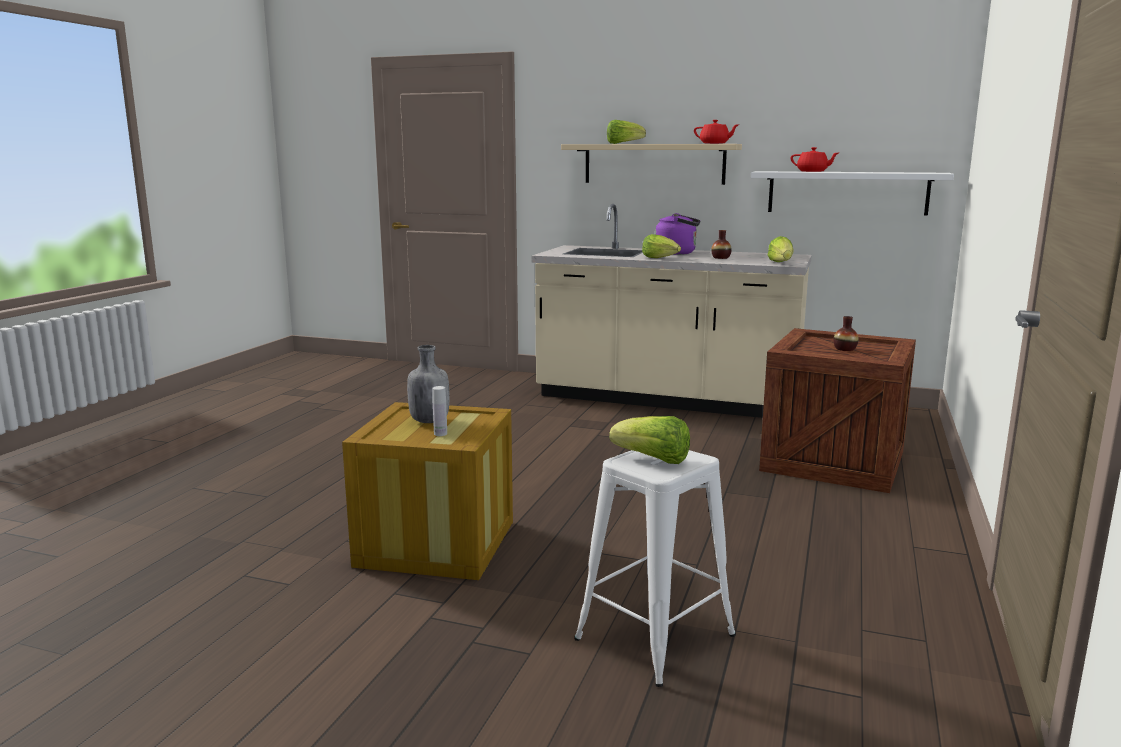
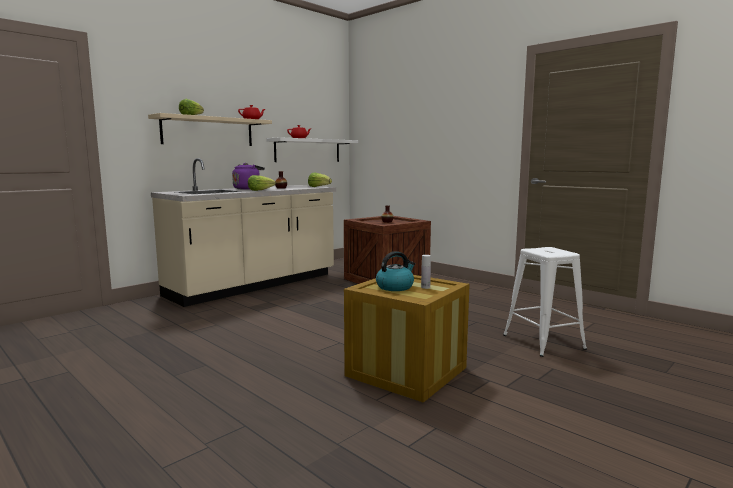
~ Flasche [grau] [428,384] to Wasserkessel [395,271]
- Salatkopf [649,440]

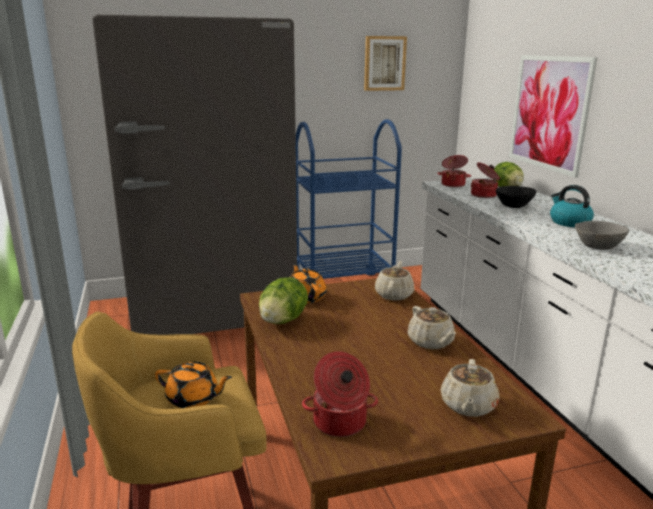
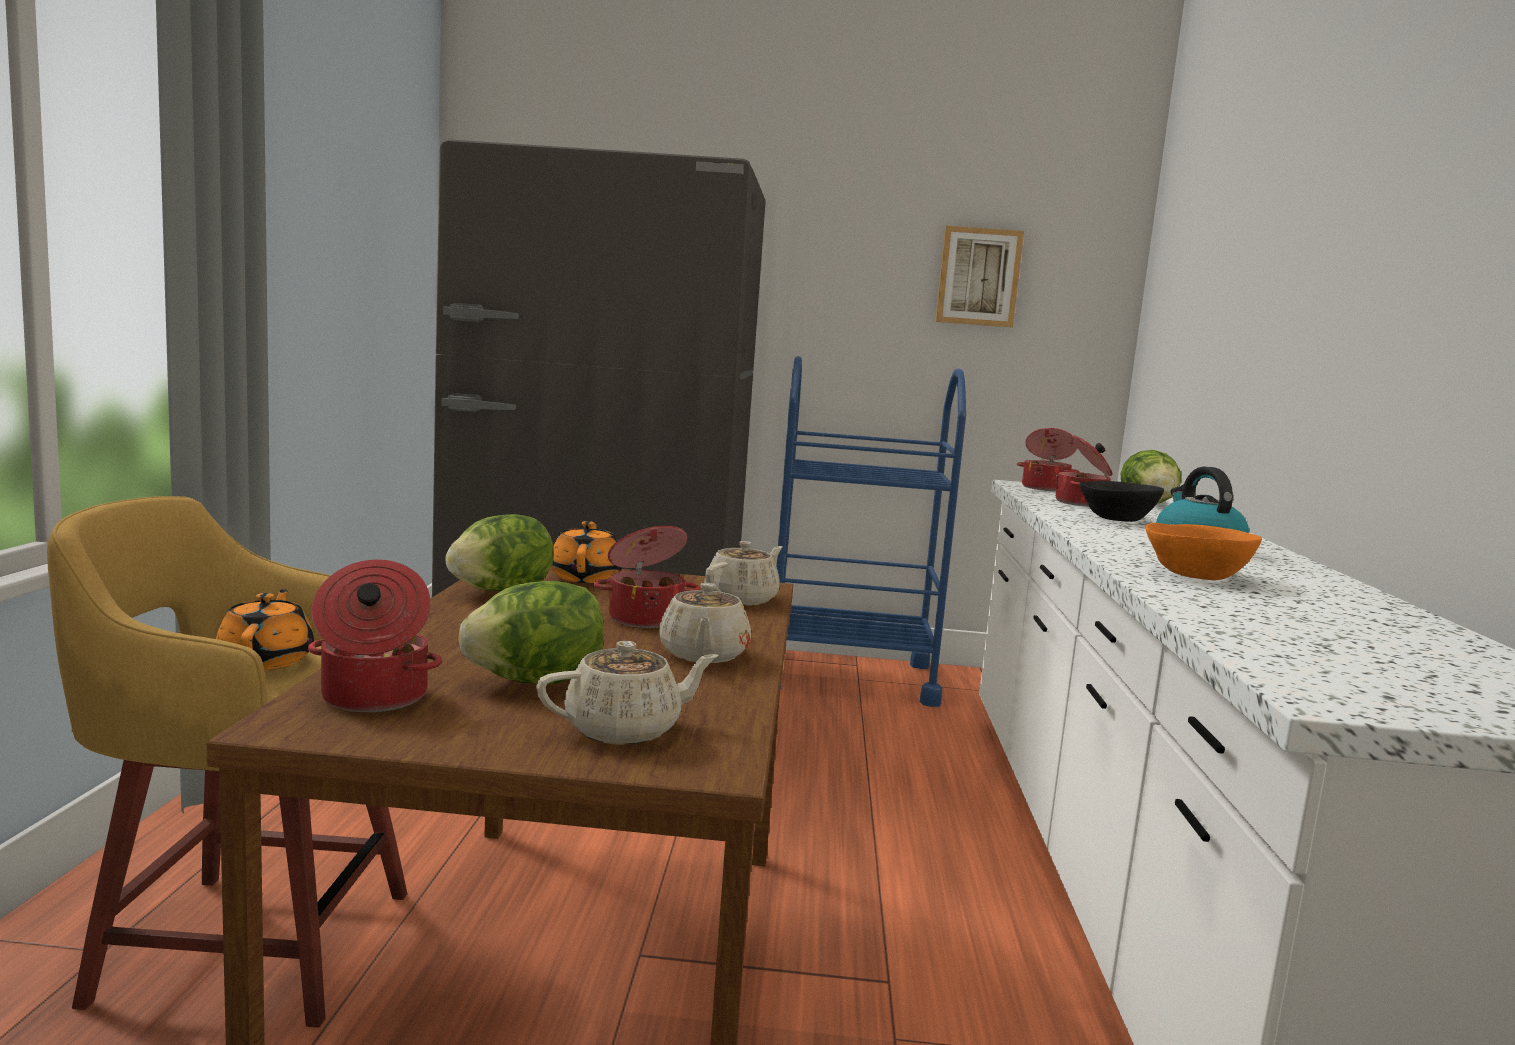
~ Teekanne [orange] [193,385] = [265,629] 135 degrees counterclockwise
~ Teekanne [beige] [470,388] = [627,693] 150 degrees counterclockwise
- Bild [553,116]
~ Schüssel [grau] [602,235] to Schüssel [orange] [1204,551]
+ Salatkopf [531,633]
+ Kochtopf [647,577]

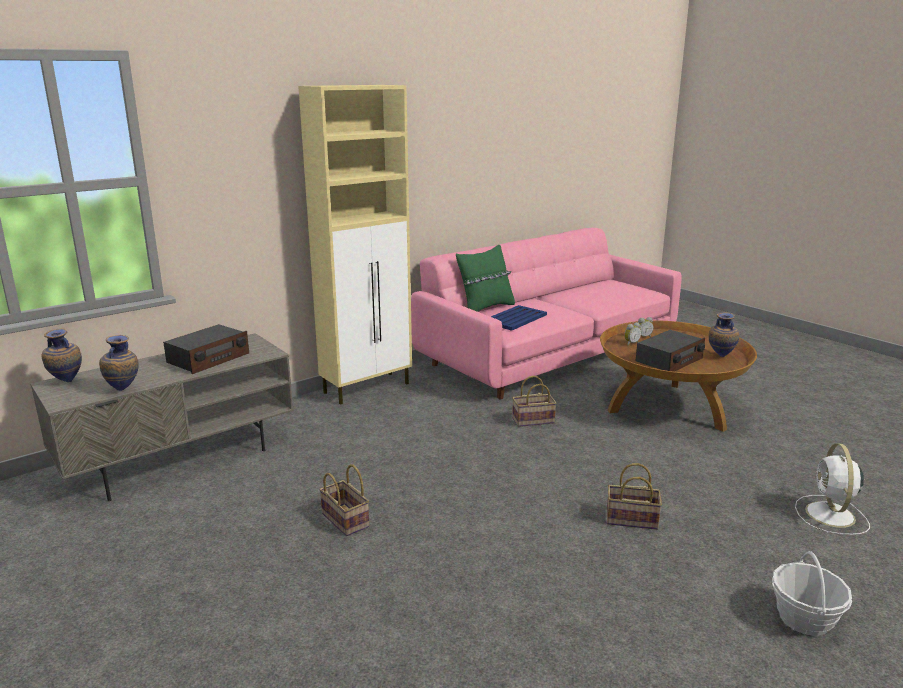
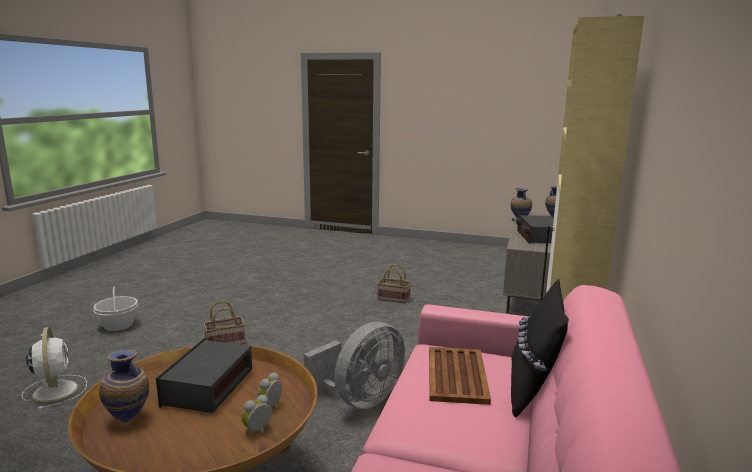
~ Kissen [grün] [485,278] to Kissen [schwarz] [540,348]
~ Tablett [blau] [519,318] to Tablett [braun] [460,376]
~ Korb [534,401] to Ventilator [grau] [354,365]

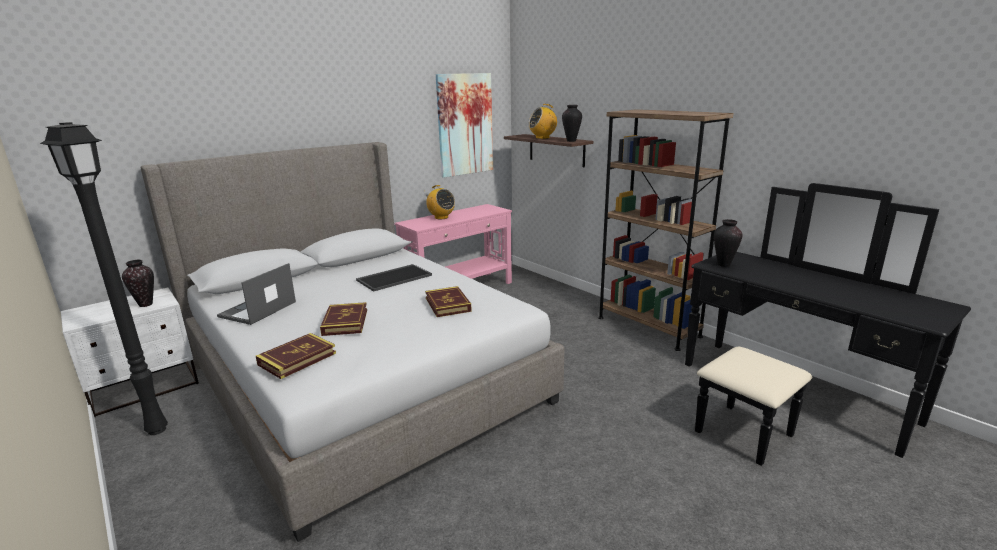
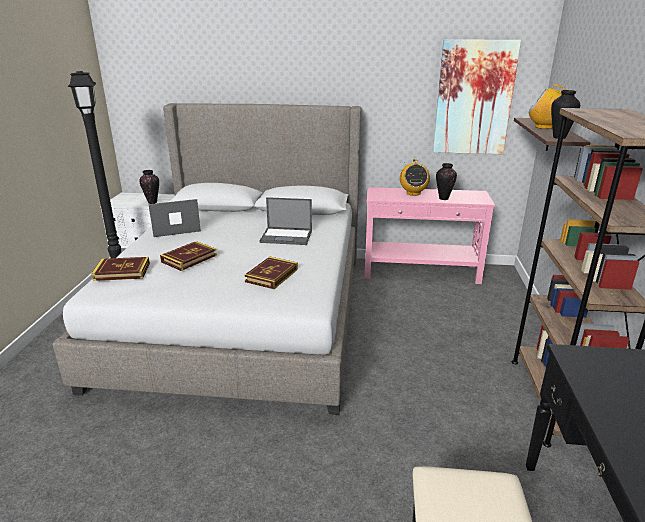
~ Tablett [394,278] to Laptop [286,221]
~ Vase [728,243] to [446,181]

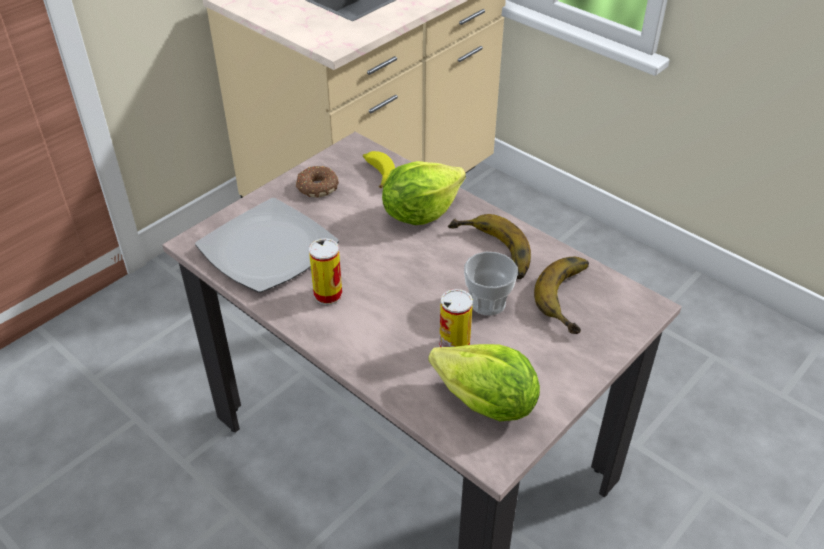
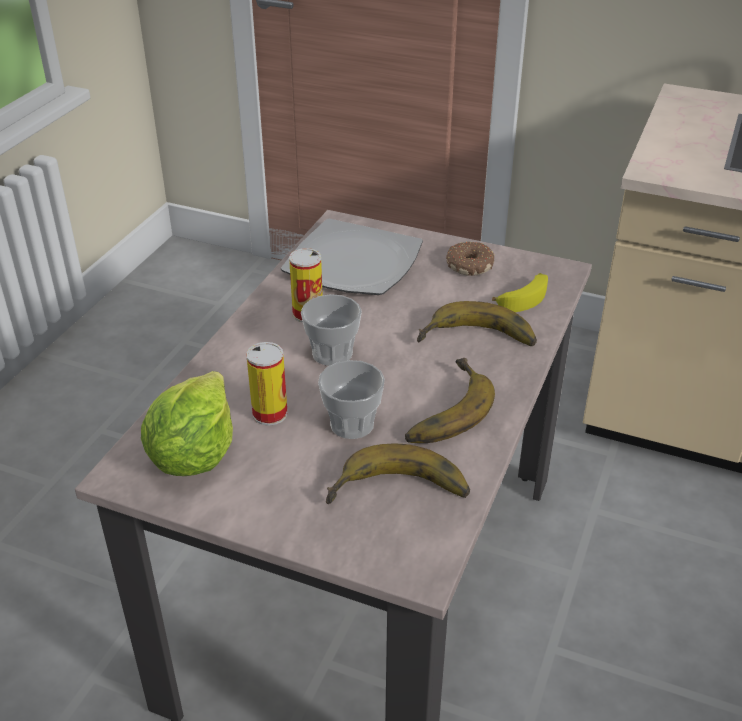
~ Salatkopf [424,193] to Banane [477,323]
+ Tasse [331,330]

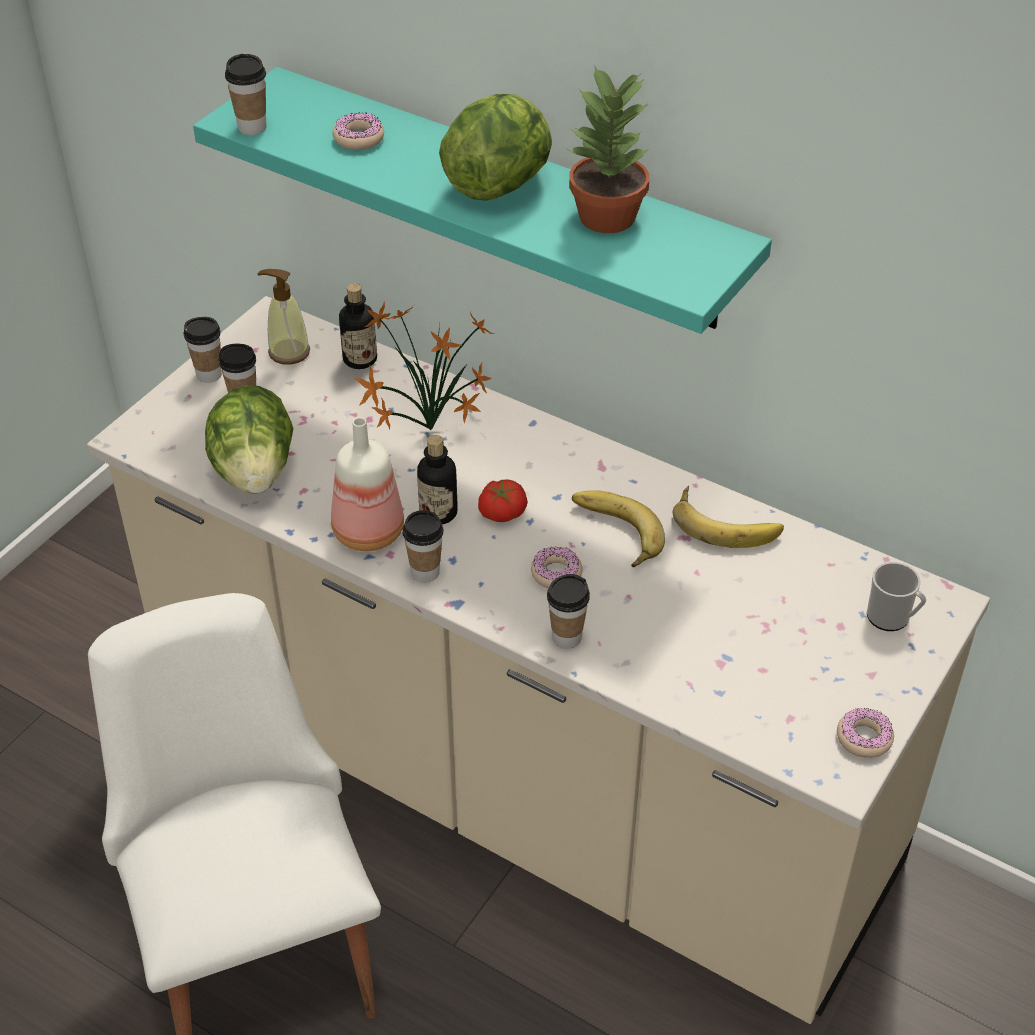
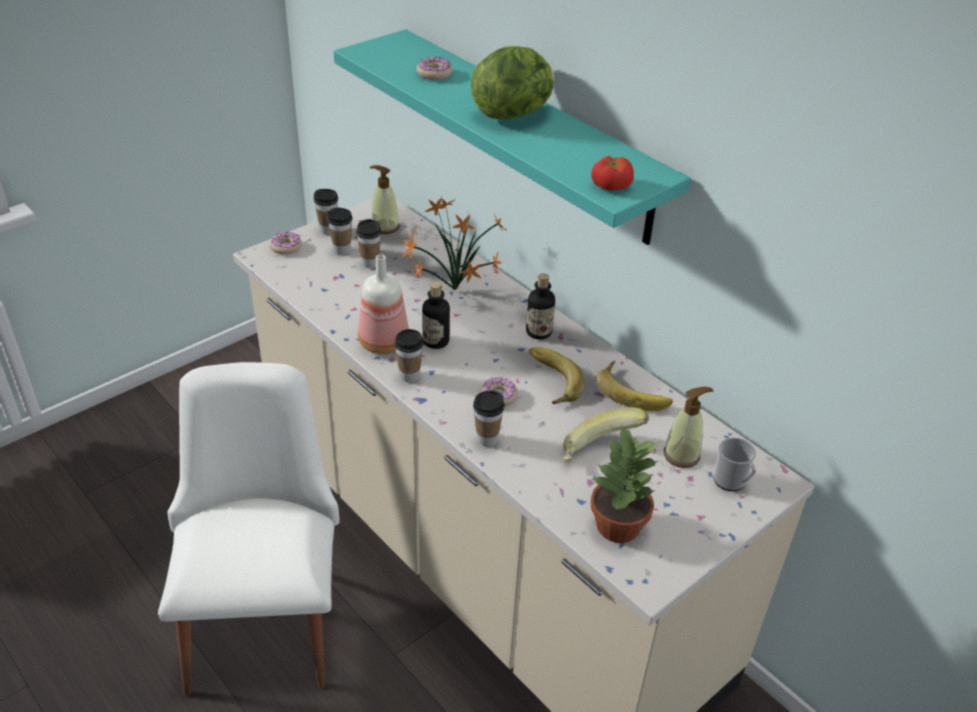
- Salatkopf [249,439]
~ Tasse [245,94] to [369,243]
~ Flasche [358,326] to [540,306]
~ Tomate [503,501] to [612,173]
~ Topfpflanze [607,149] to [625,484]
~ Donut [865,733] to [286,243]
+ Banane [605,434]
+ Seifenspender [689,427]

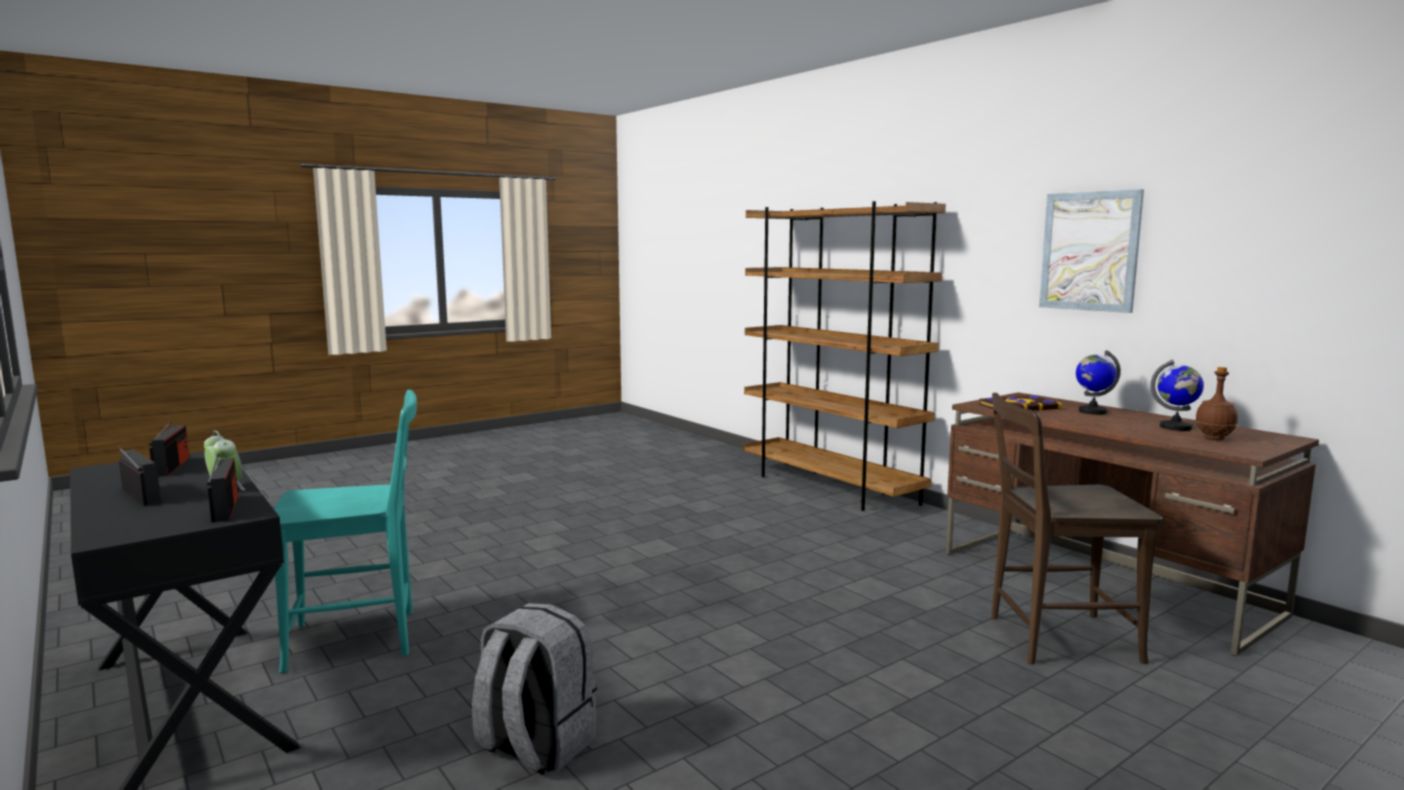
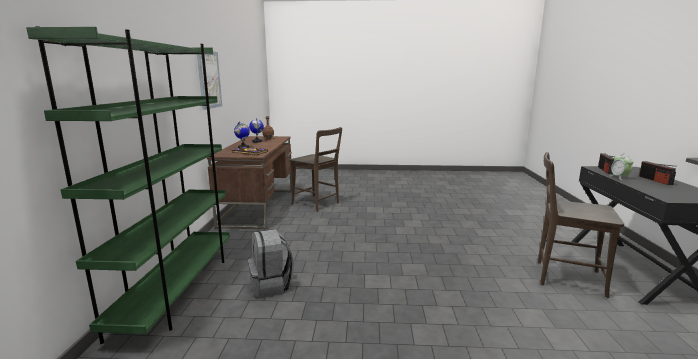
- Radio [169,449]
~ Stuhl [türkis] [345,531] to Stuhl [braun] [581,225]
~ Rucksack [grau] [534,689] to [271,263]
~ Bücherregal [braun] [845,356] to Bücherregal [grün] [128,185]

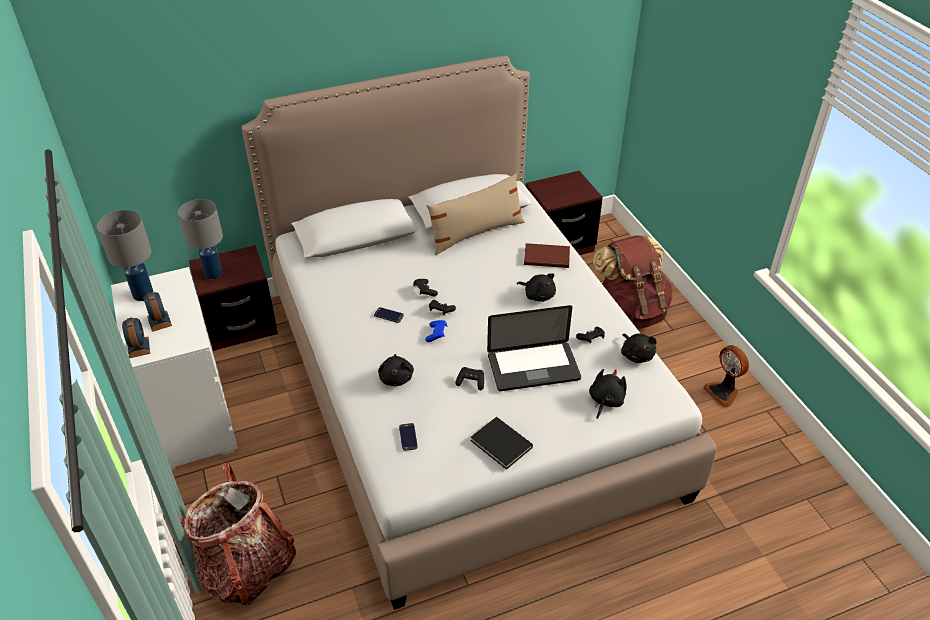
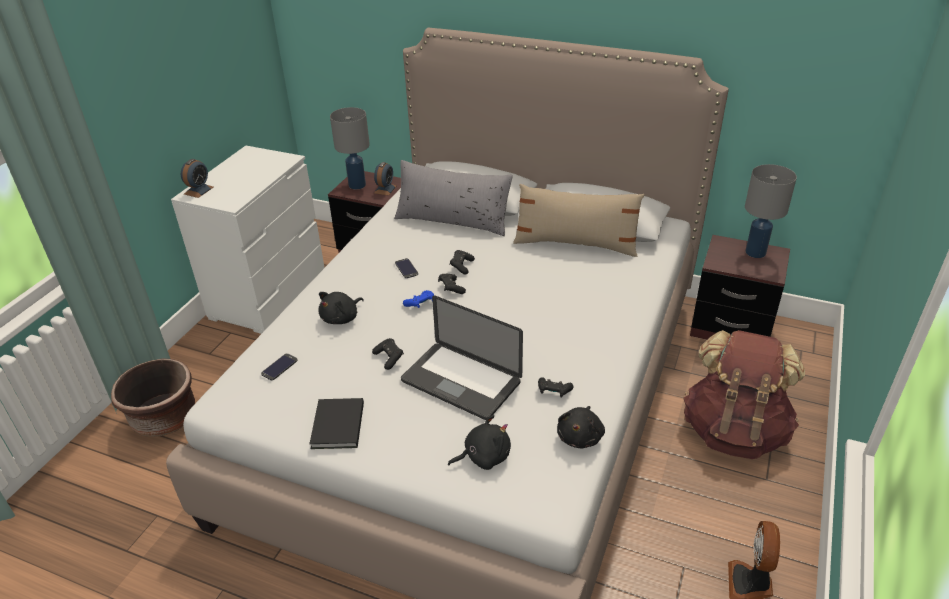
~ Tischlampe [grau] [125,255] to [771,211]
~ Wecker [157,312] to [385,179]
~ Rucksack [229,534] to Pflanzkübel [braun] [153,397]
- Plüschtier [schwarz] [536,287]
- Buch [braun] [547,255]
+ Kissen [grau] [453,198]

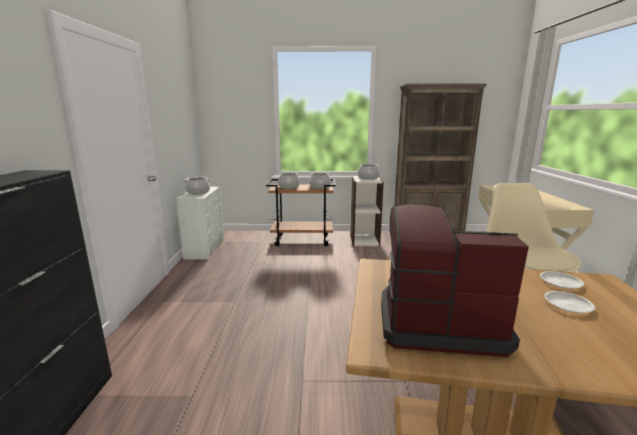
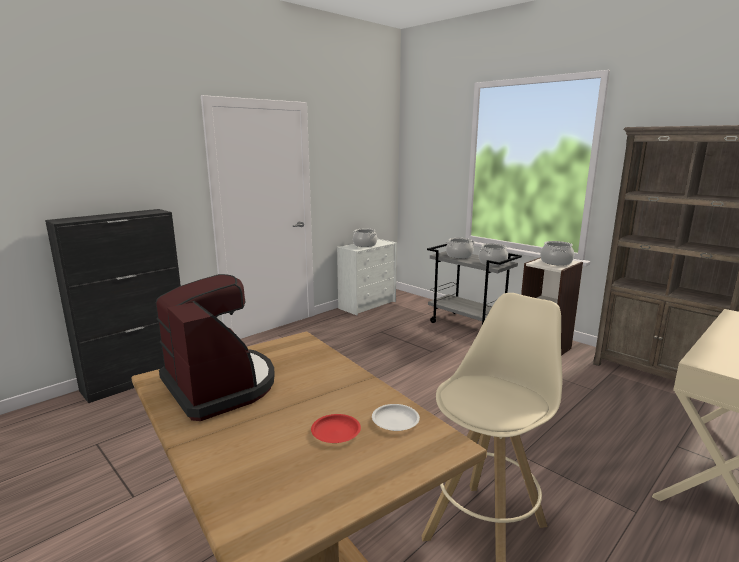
~ Rollwagen [braun] [301,212] to Rollwagen [grau] [474,284]
~ Teller [weiß] [569,302] to Teller [rot] [336,428]

